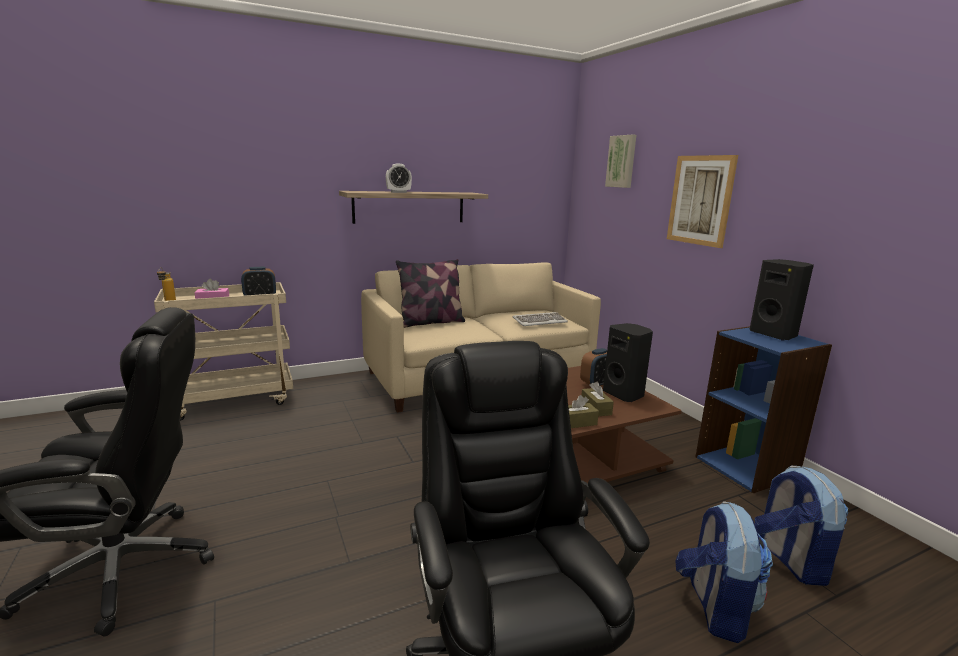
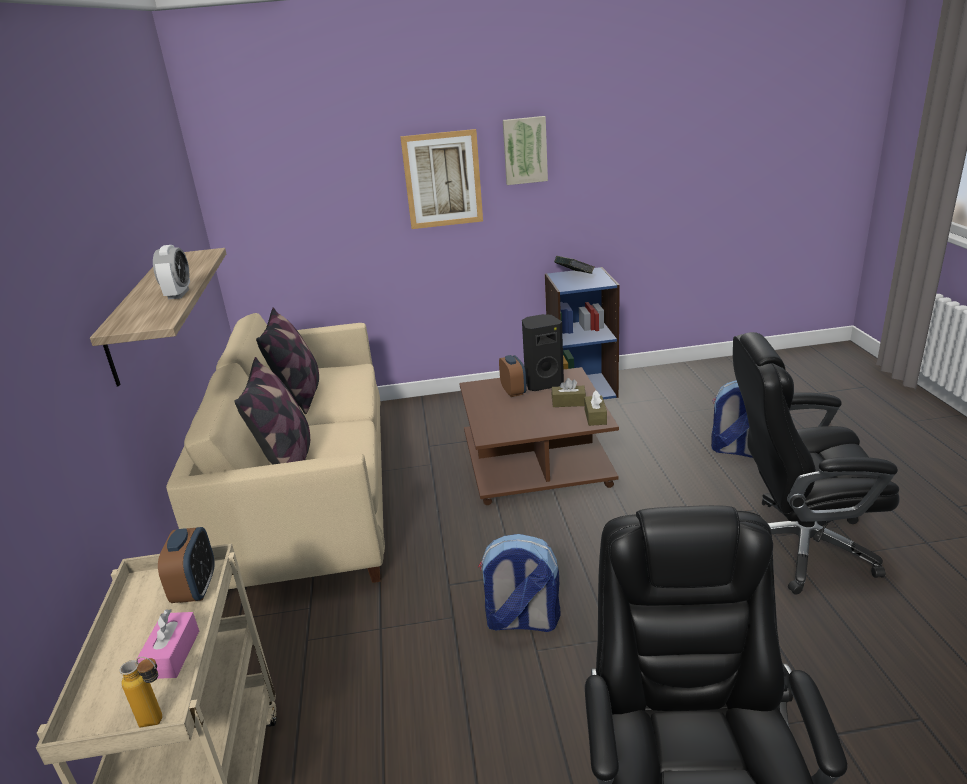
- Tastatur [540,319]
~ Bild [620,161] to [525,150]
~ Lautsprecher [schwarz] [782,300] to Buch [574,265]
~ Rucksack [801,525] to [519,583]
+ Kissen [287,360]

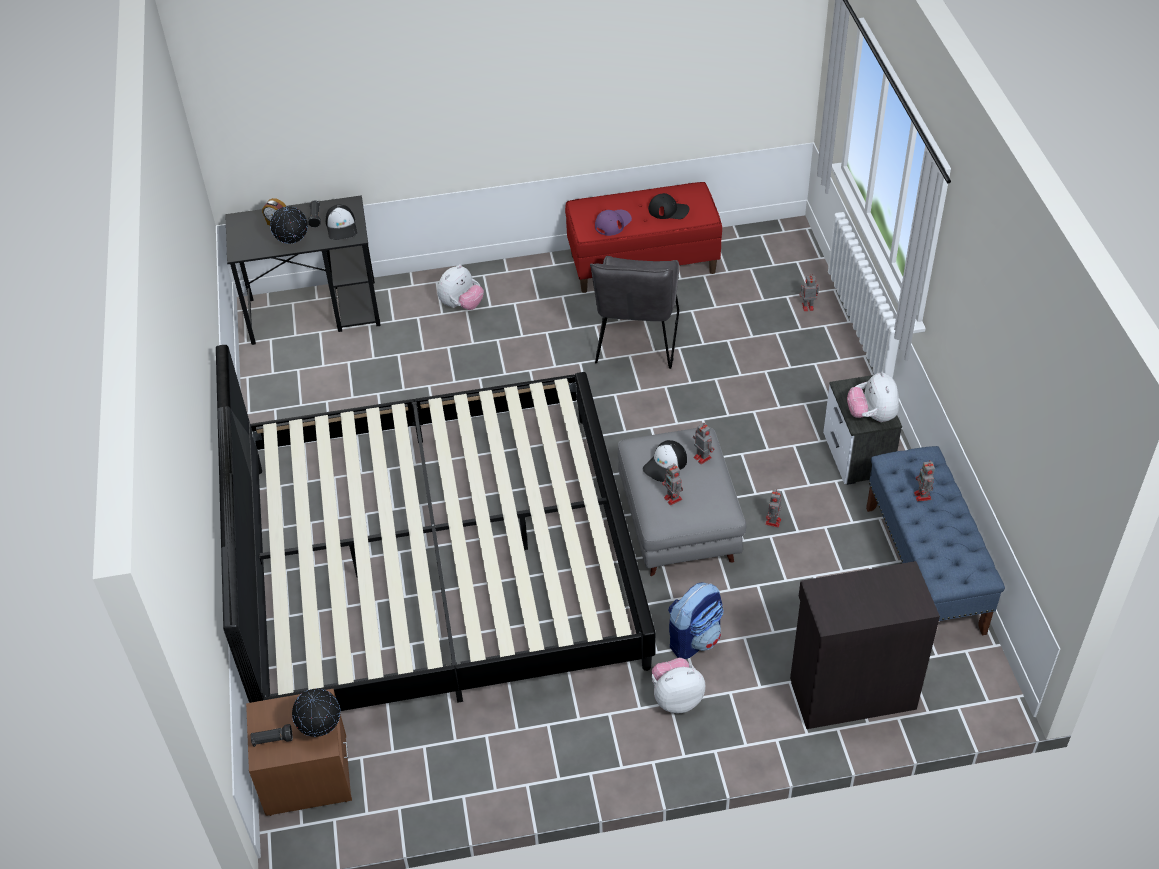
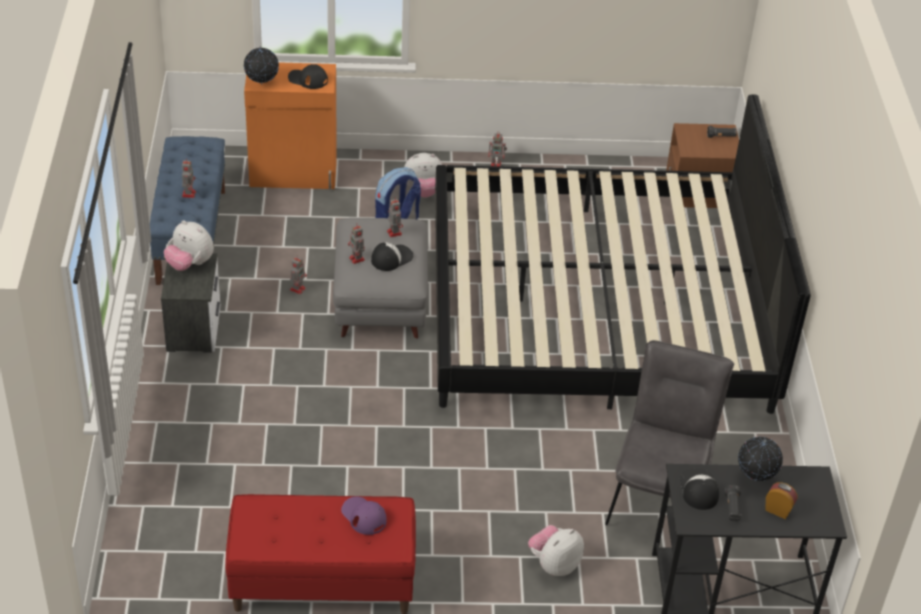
~ Globus [316,712] to [261,65]
~ Stuhl [grau] [634,312] to [669,432]
~ Kappe [lila] [613,223] = [364,515] 90 degrees clockwise
~ Kappe [schwarz] [668,206] to [308,76]
~ Schrank [schwarz] [865,645] to Schrank [orange] [290,126]
~ Spielzeugroboter [809,292] to [497,149]
~ Plüschtier [873,396] = [189,245] 120 degrees clockwise

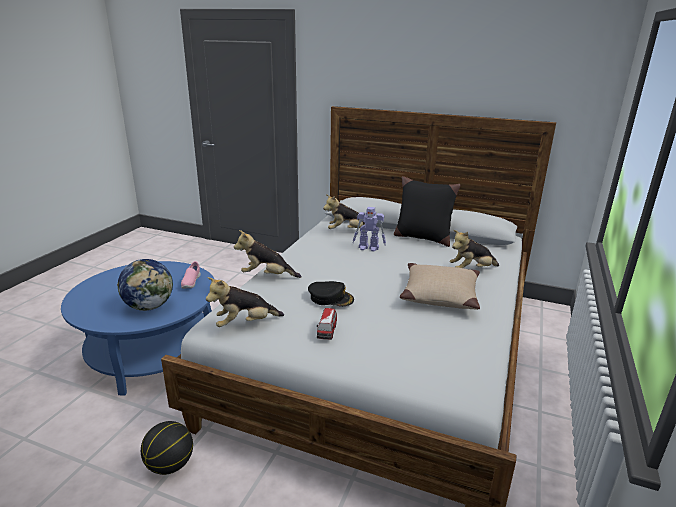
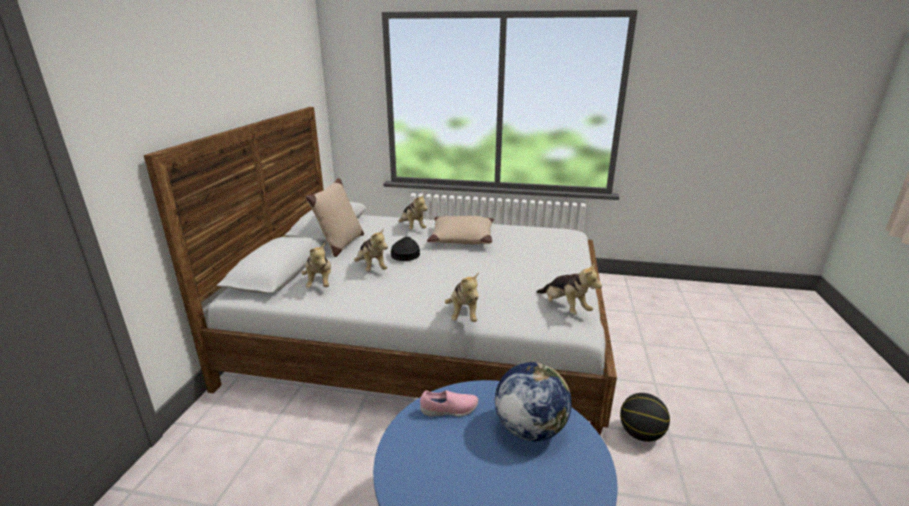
~ Kappe [schwarz] [331,293] to [405,249]
- Spielzeugauto [327,324]
~ Spielzeugroboter [369,229] to Plüschtier [371,249]
~ Kissen [schwarz] [427,211] to Kissen [beige] [334,217]

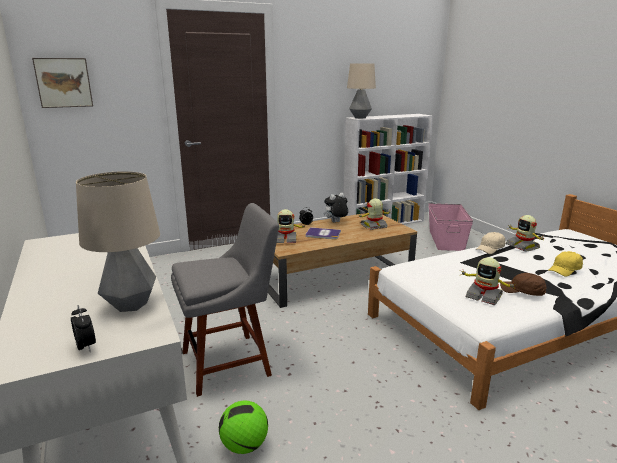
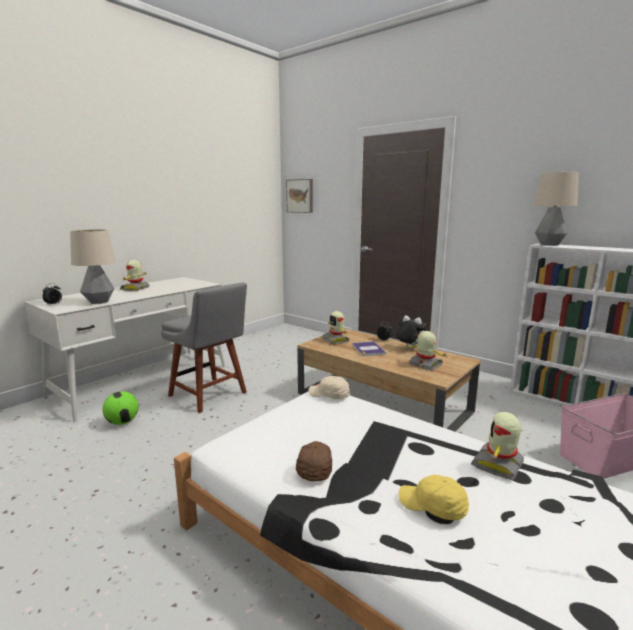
~ Spielzeugroboter [488,281] to [135,275]
~ Kappe [beige] [491,243] to [329,387]

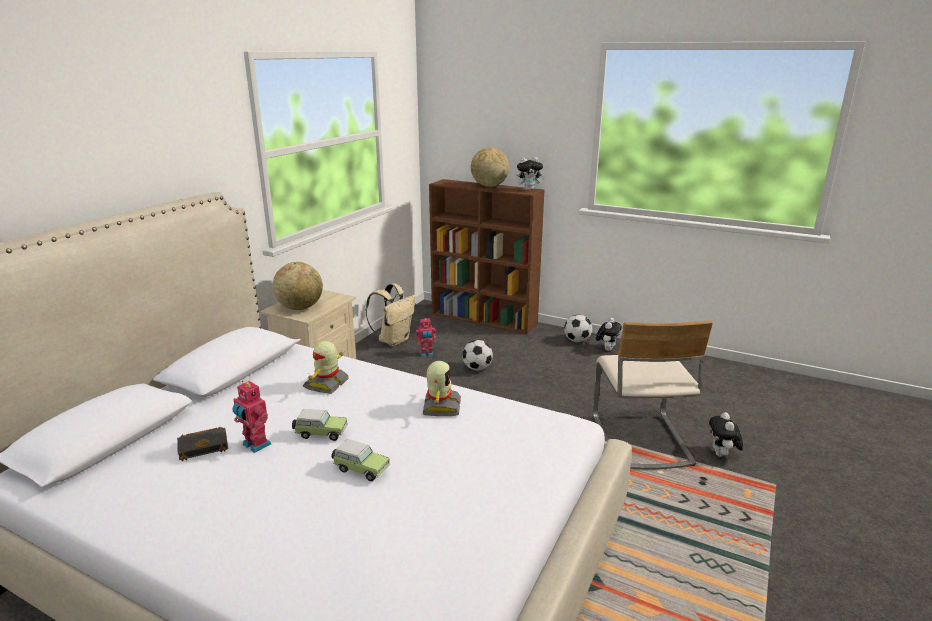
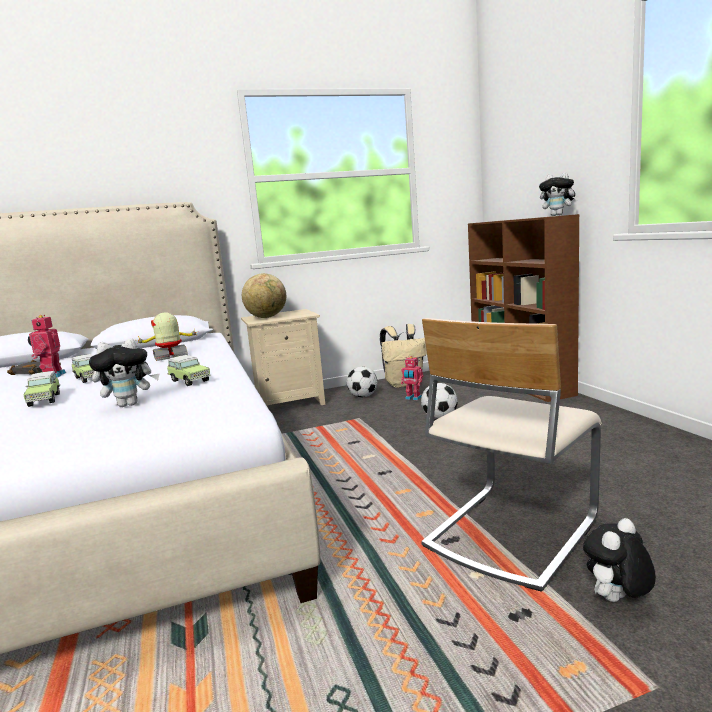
~ Spielzeugroboter [442,388] to Spielzeugauto [188,370]
- Globus [490,167]
~ Fußball [578,328] to [362,382]
~ Plüschtier [609,334] to [124,372]

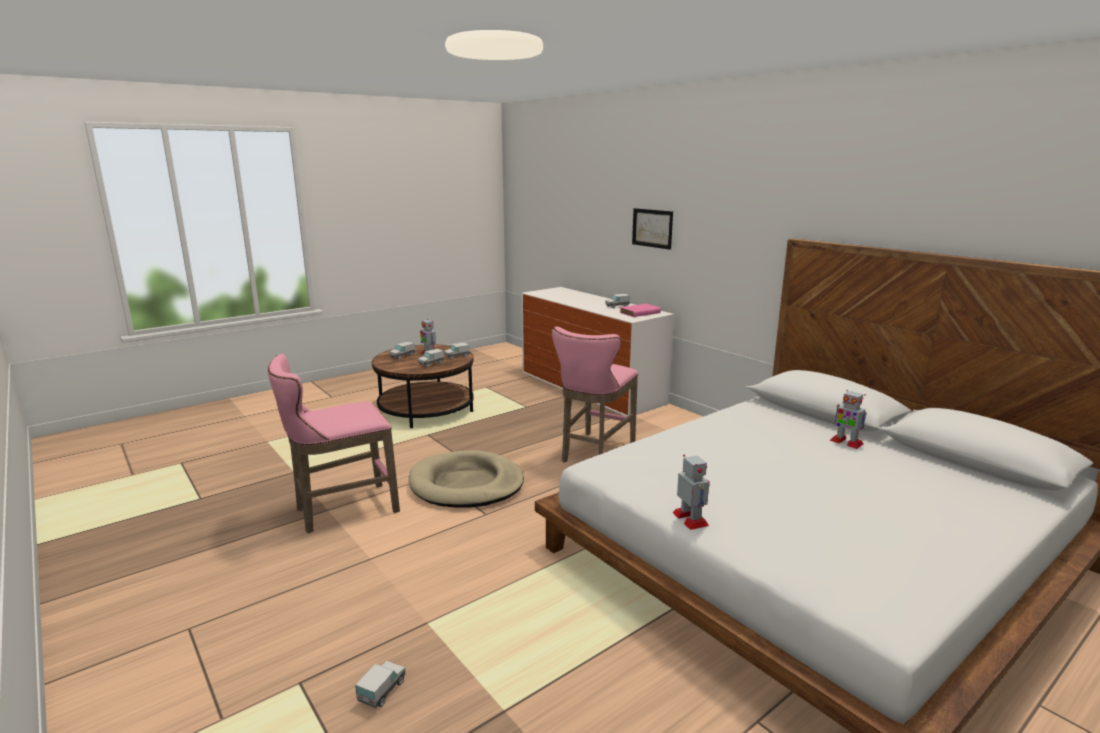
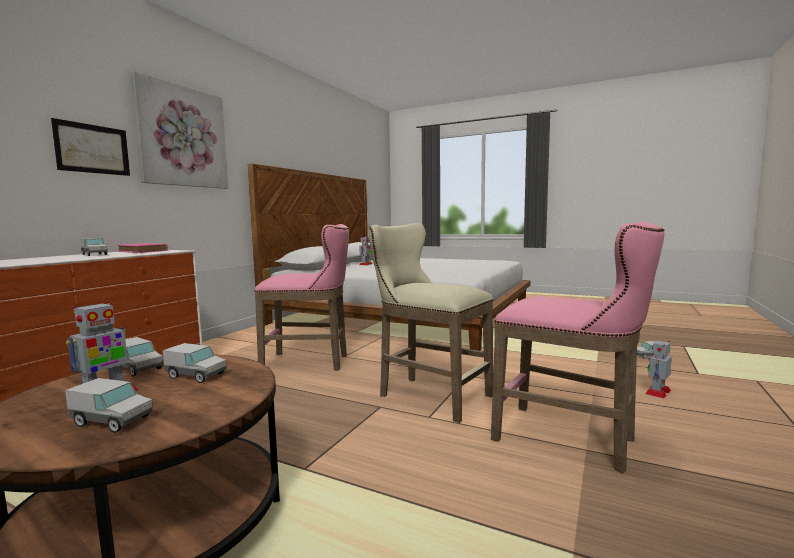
~ Hundebett [beige] [466,479] to Hocker [beige] [431,323]
~ Spielzeugroboter [691,492] to [658,369]
+ Bild [179,130]

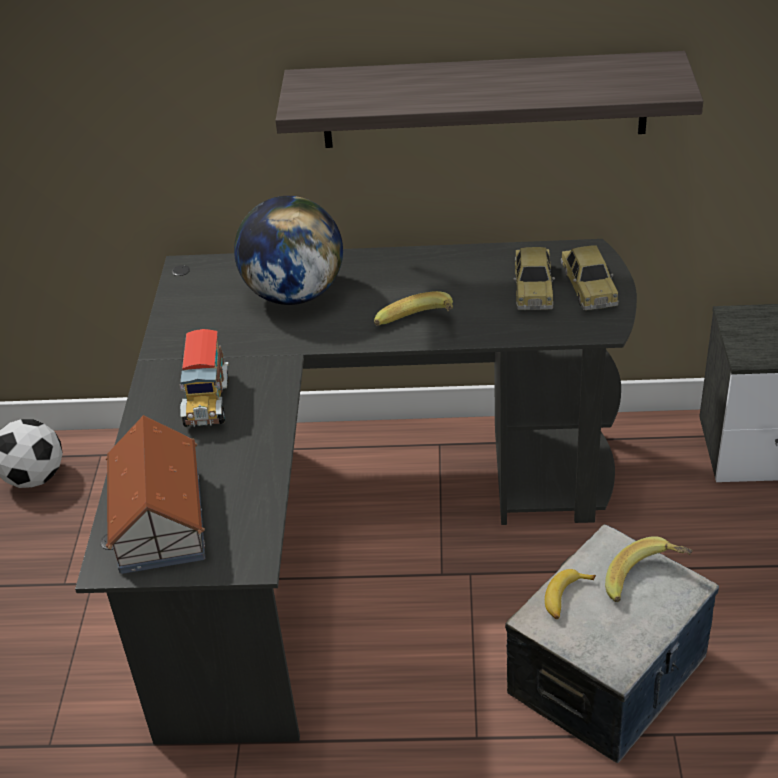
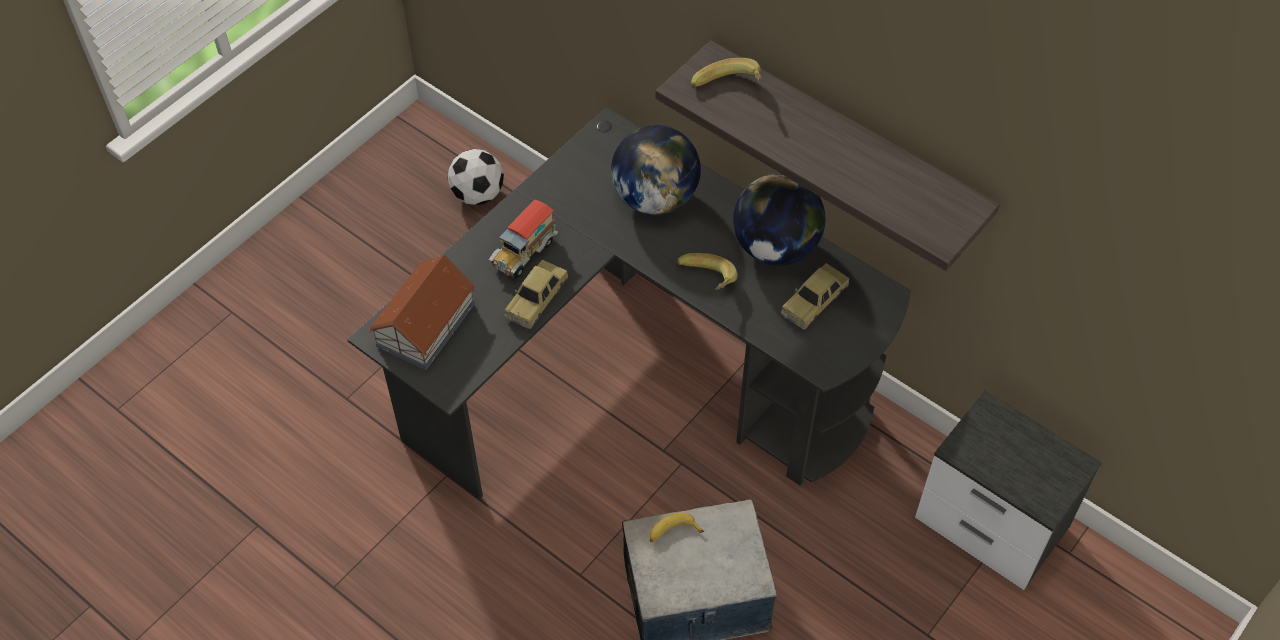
~ Spielzeugauto [589,277] to [536,294]
~ Banane [648,569] to [726,73]
+ Globus [779,219]

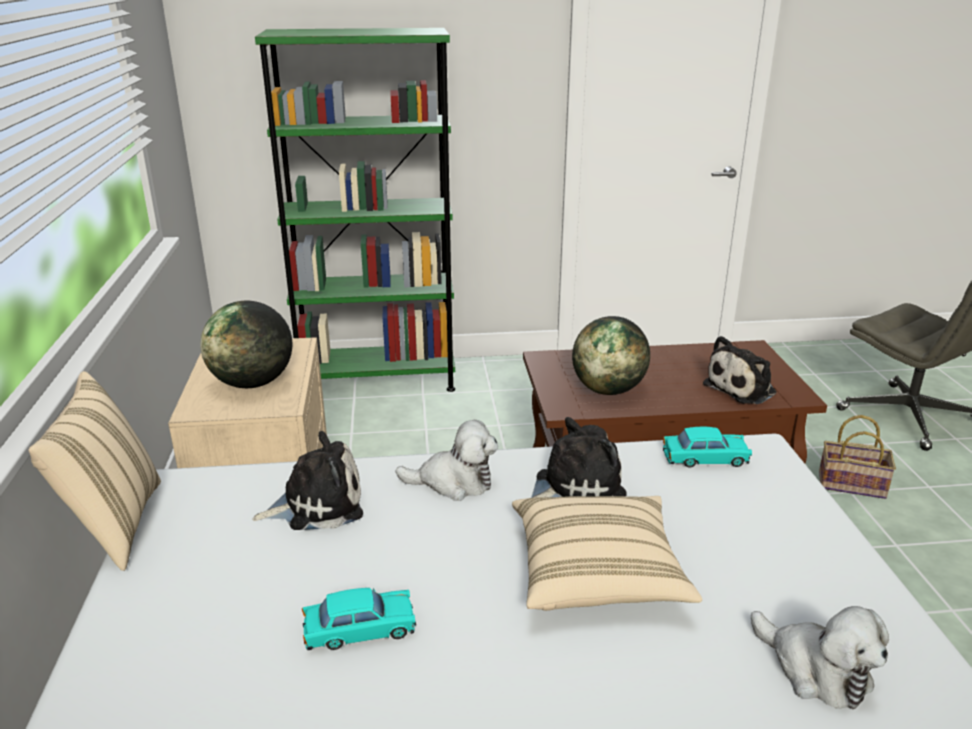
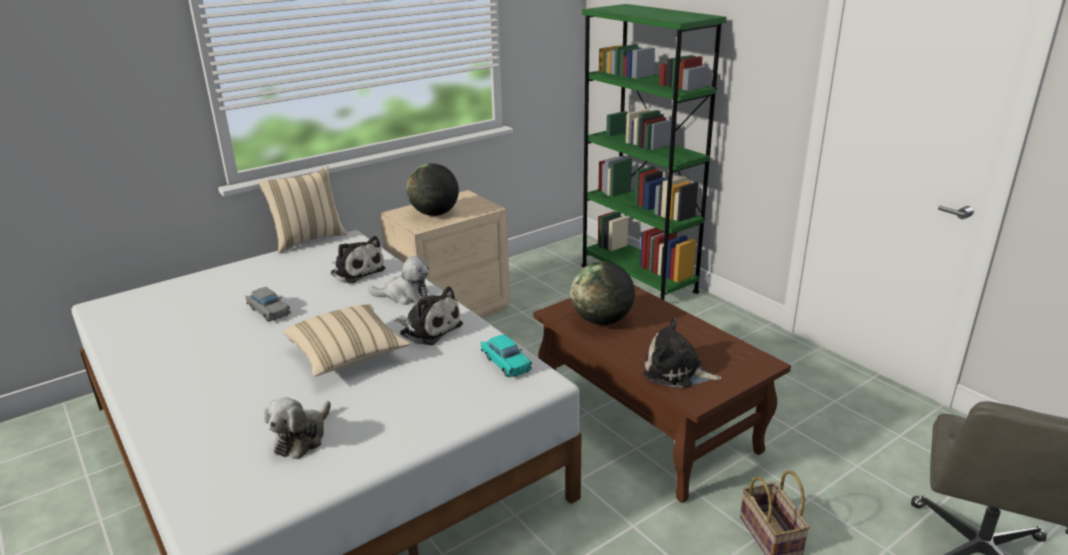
~ Spielzeugauto [türkis] [359,619] to Spielzeugauto [grau] [268,304]
~ Plüschtier [446,460] = [399,280] 60 degrees counterclockwise

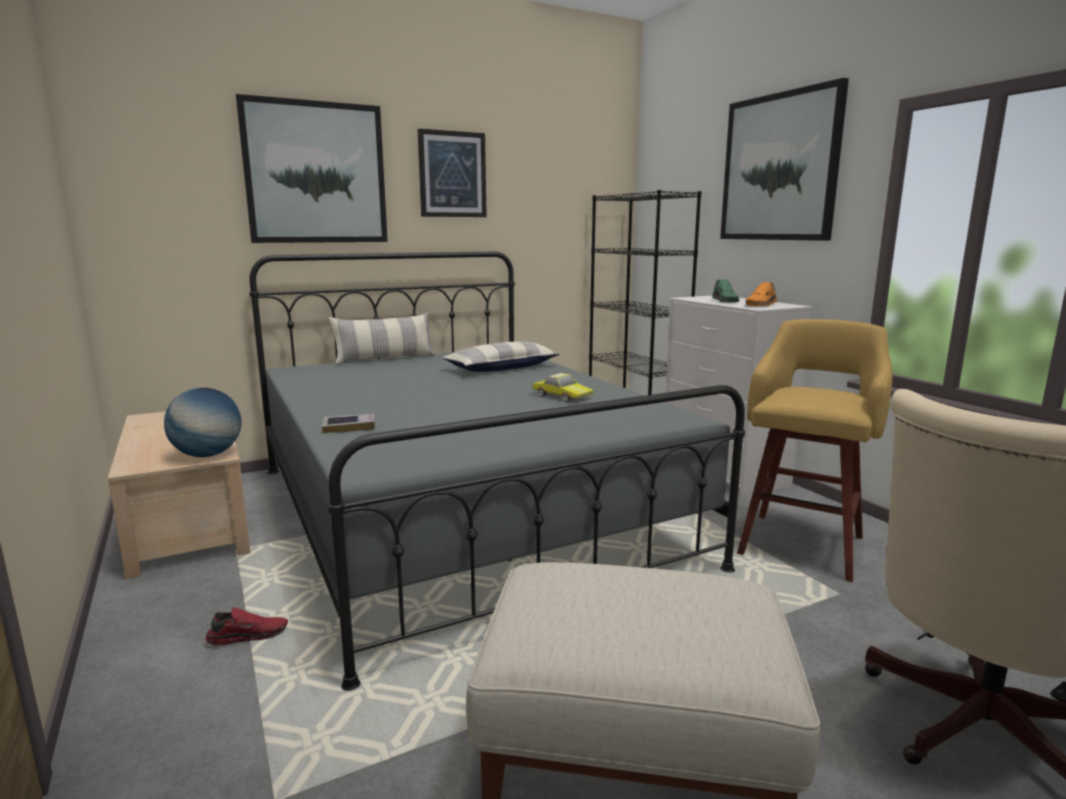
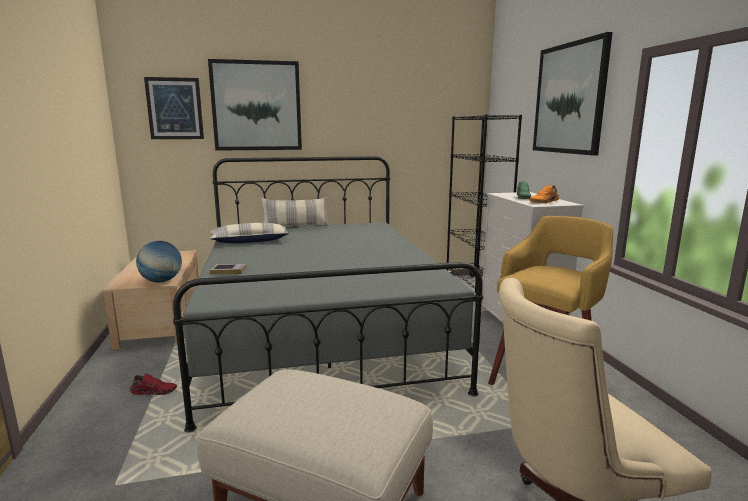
~ Bild [452,173] to [174,108]
~ Kissen [501,356] to [250,233]
- Spielzeugauto [563,387]

